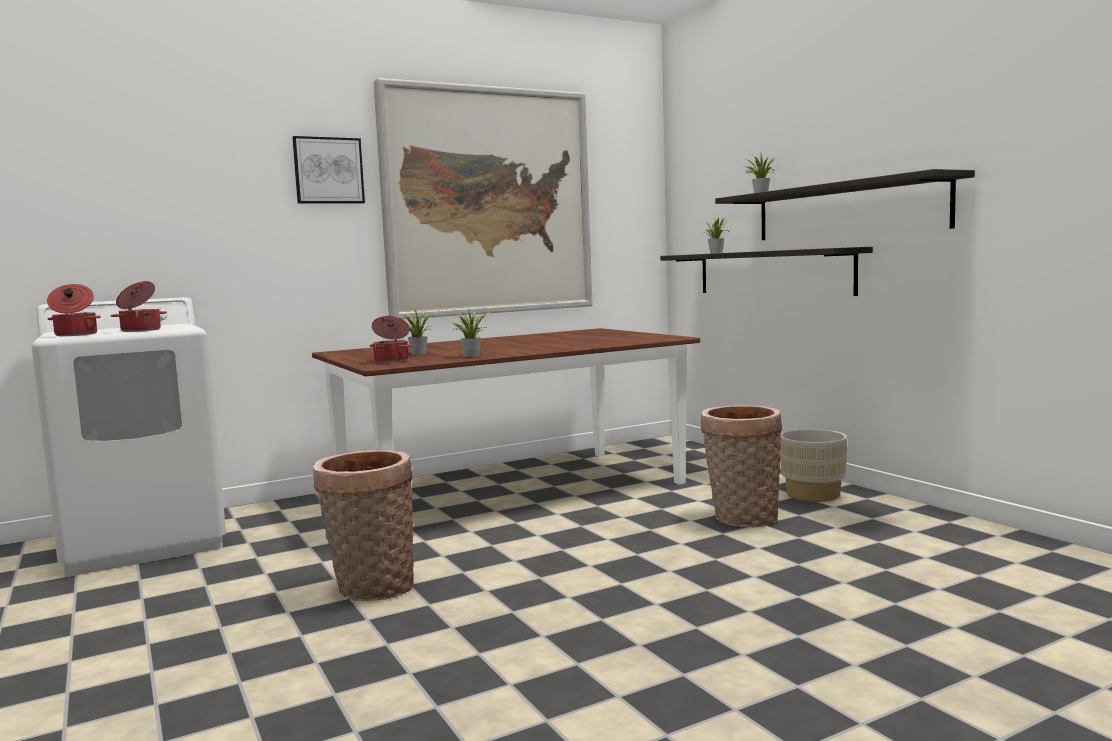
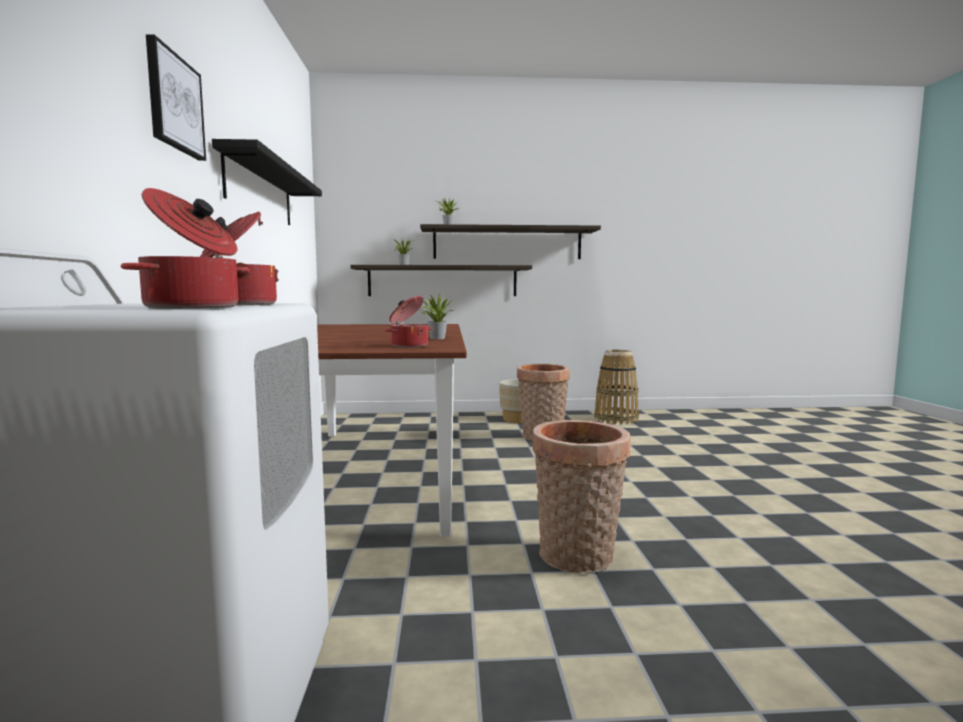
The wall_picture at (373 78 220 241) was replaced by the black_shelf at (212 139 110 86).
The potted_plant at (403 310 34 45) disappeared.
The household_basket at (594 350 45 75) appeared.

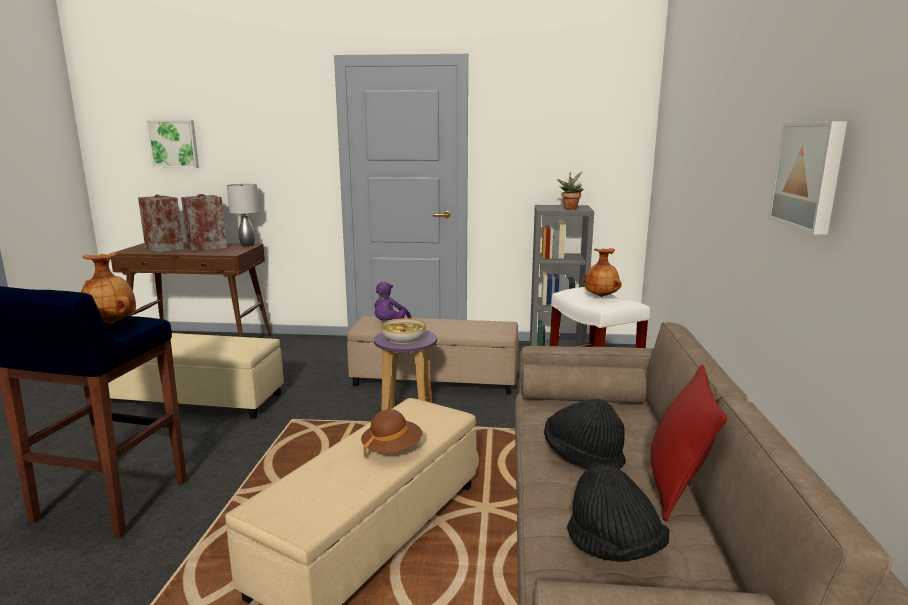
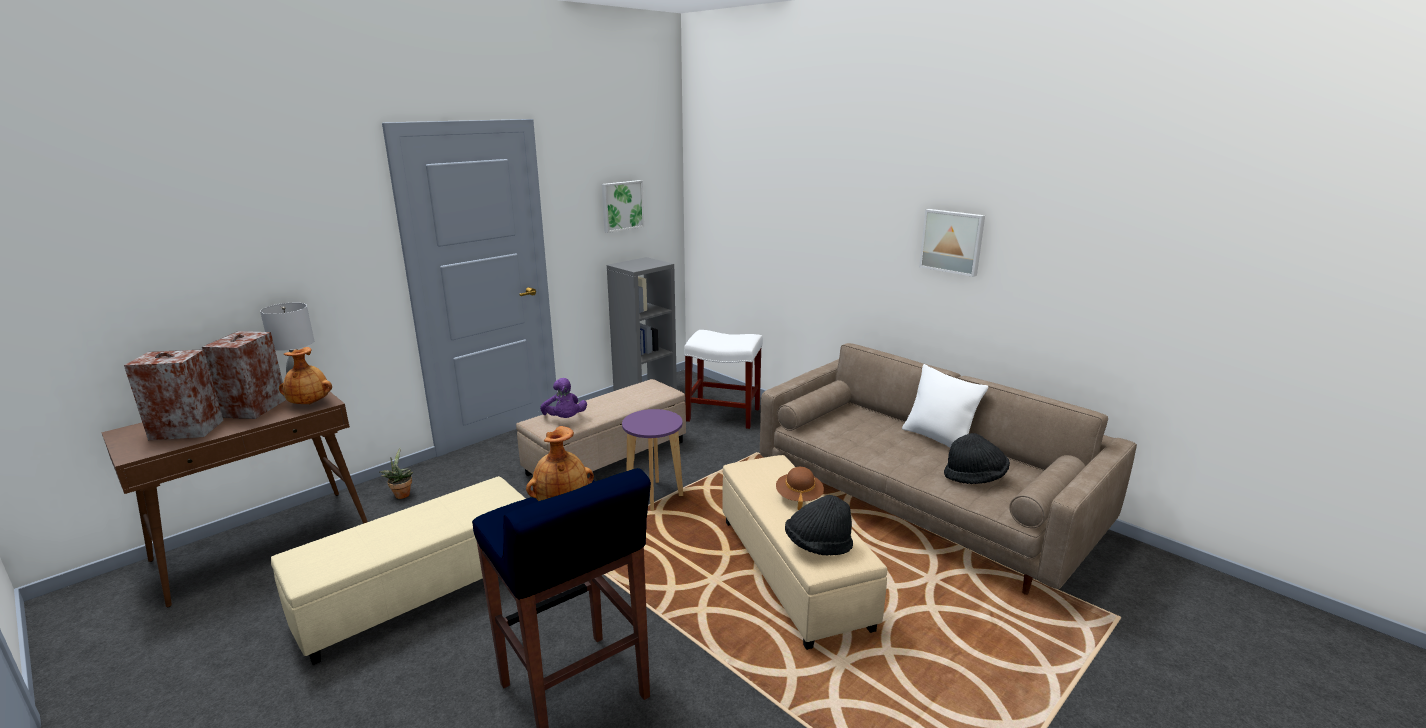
The wall_picture moved from (146 120 53 48) to (602 180 42 53).
The deep_dish at (381 318 45 26) disappeared.
The black_wearable_hat moved from (544 399 82 70) to (785 495 68 61).
The potted_plant moved from (557 171 27 38) to (379 448 34 51).
The brown_flower_vase moved from (583 248 39 49) to (279 347 53 57).
The red-coloured_throw_pillow at (650 364 77 158) became the white-coloured_throw_pillow at (902 364 86 84).

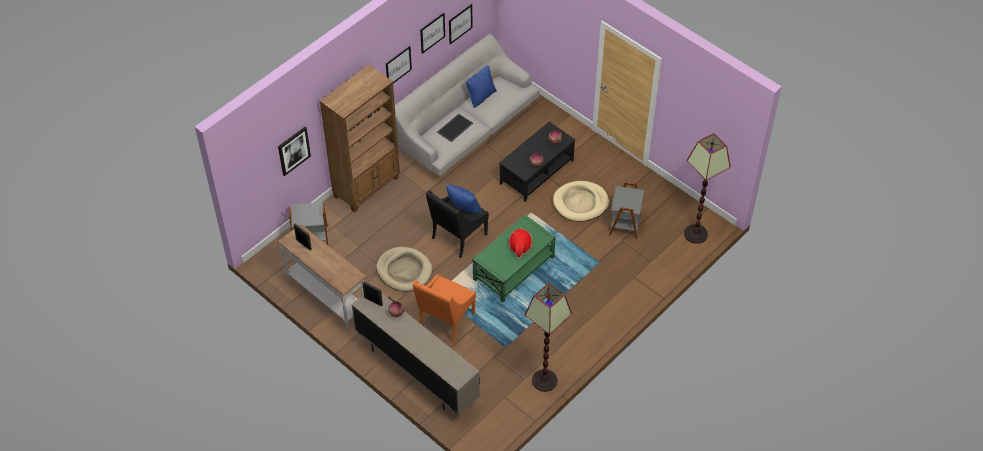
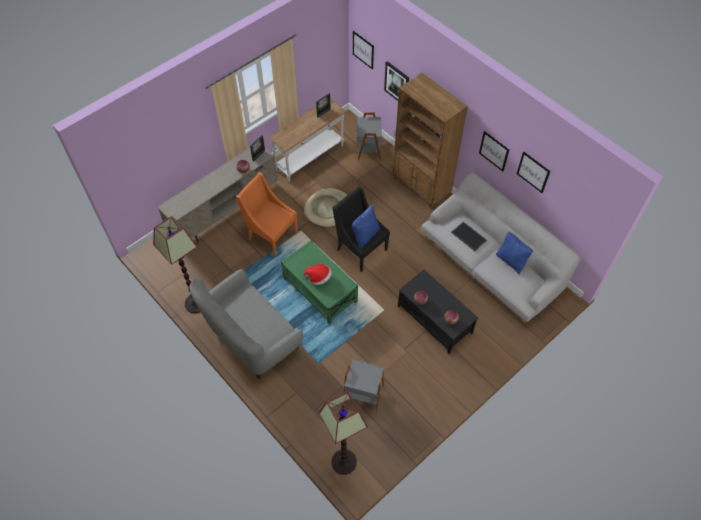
The wall_picture moved from (449 4 24 40) to (353 31 21 39).
The beige-coloured_dog_cushion at (553 181 56 41) disappeared.
The grey_sofa at (189 269 114 110) appeared.

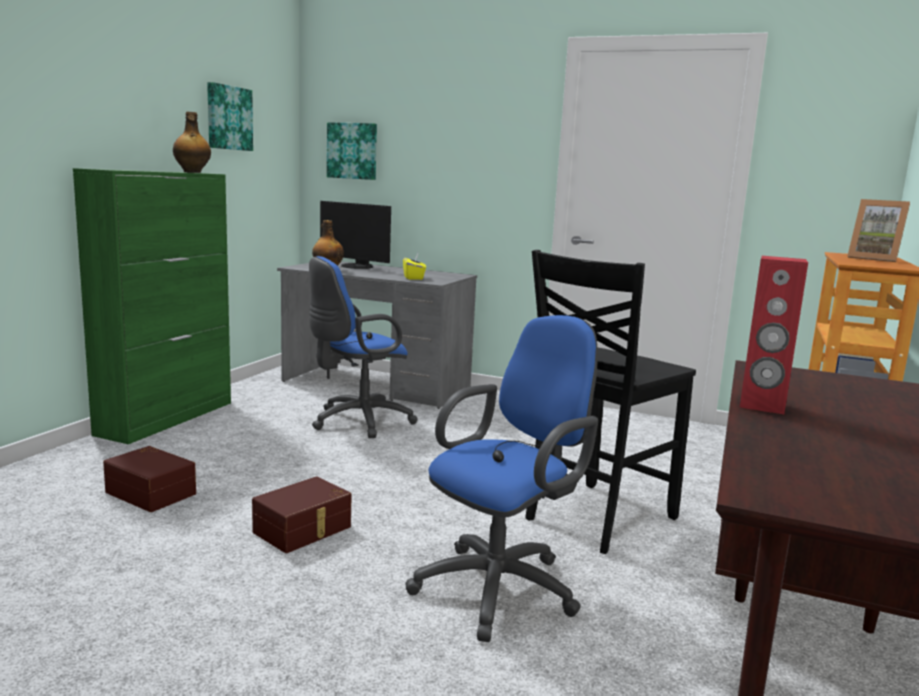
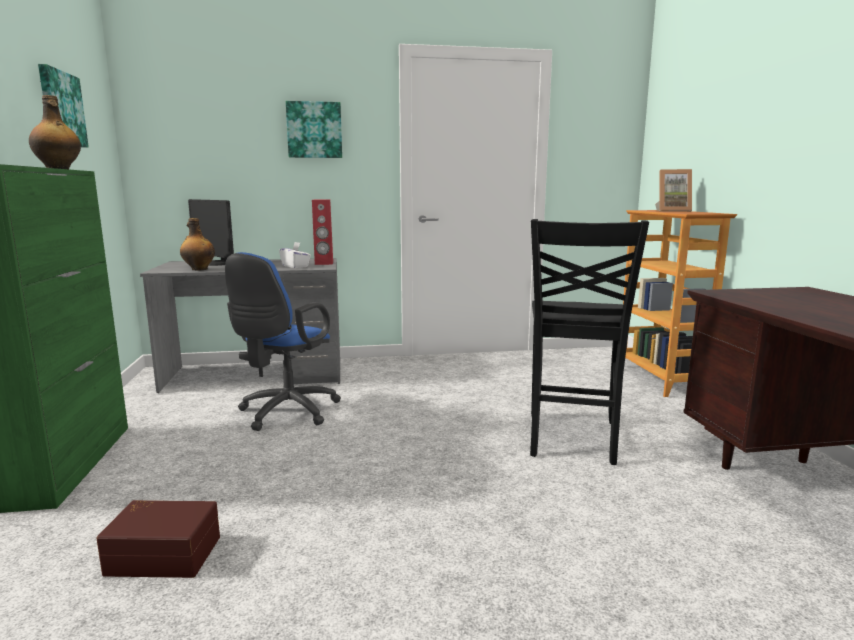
The brown_storage_bin at (252 476 99 77) disappeared.
The computer_screen at (320 201 71 68) turned 45 degrees clockwise.
The wall_picture moved from (327 122 50 58) to (286 101 56 57).
The yellowish_box_of_tissues at (403 253 23 27) became the white-coloured_box_of_tissues at (279 242 32 26).
The blue-coloured_desk_chair at (406 315 192 327) disappeared.
The red-coloured_audio_speaker moved from (740 256 68 158) to (312 200 21 65).

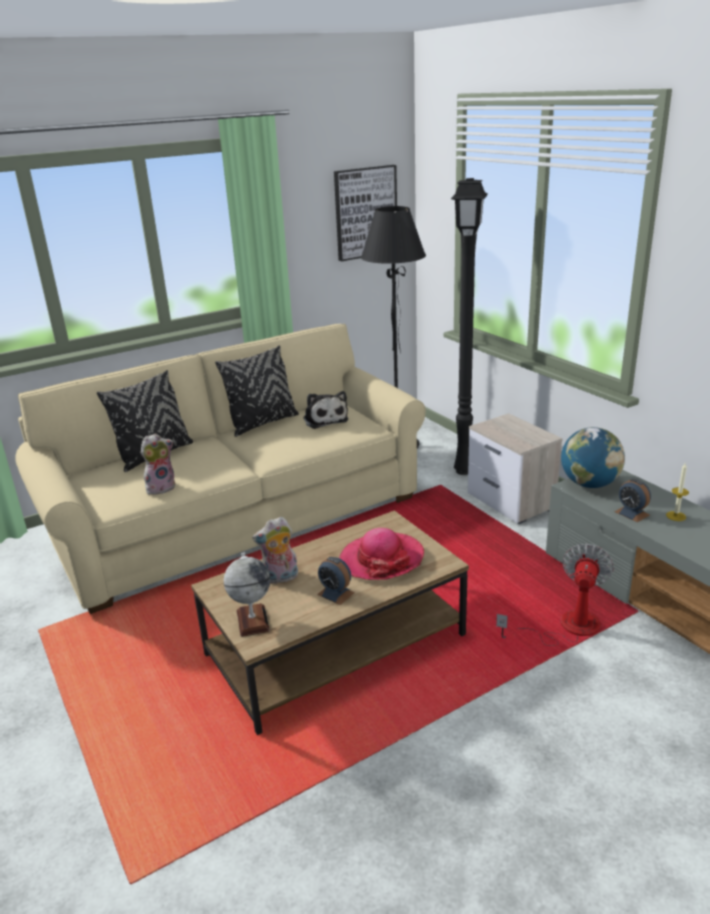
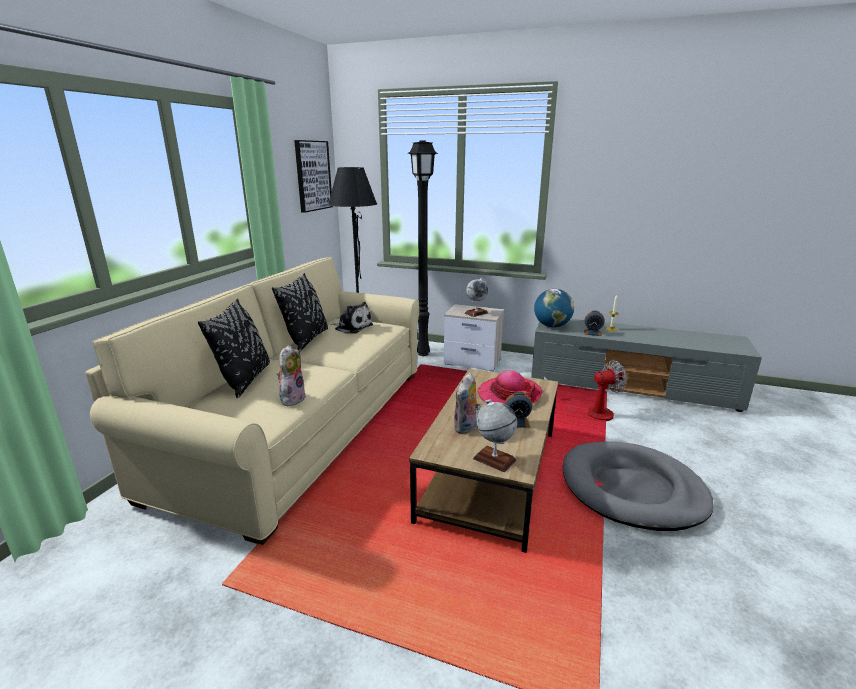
The cooling_fan at (496 544 118 102) turned 90 degrees clockwise.
The world_globe at (465 278 23 39) appeared.
The grey_dog_cushion at (563 441 151 90) appeared.

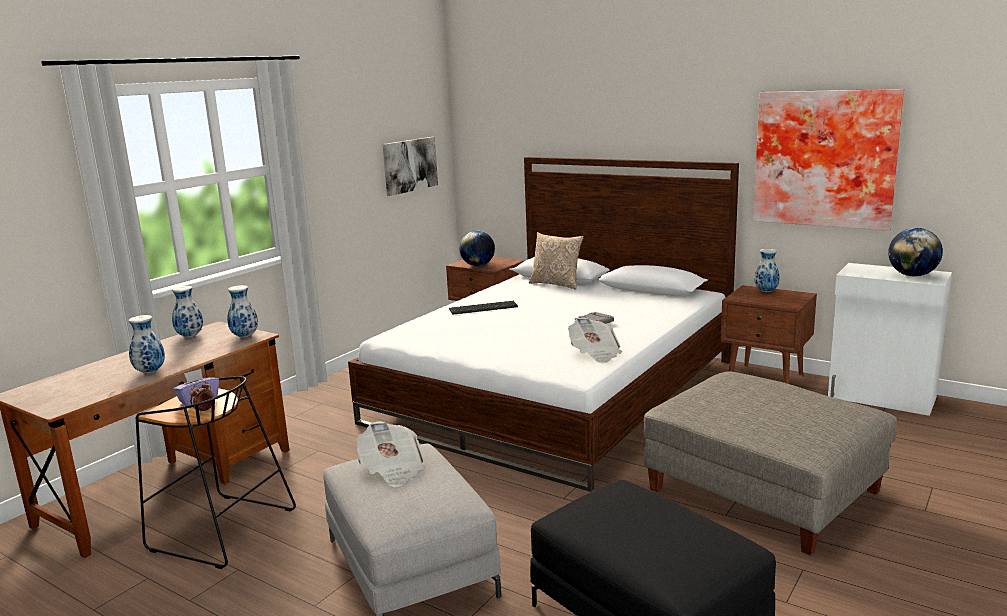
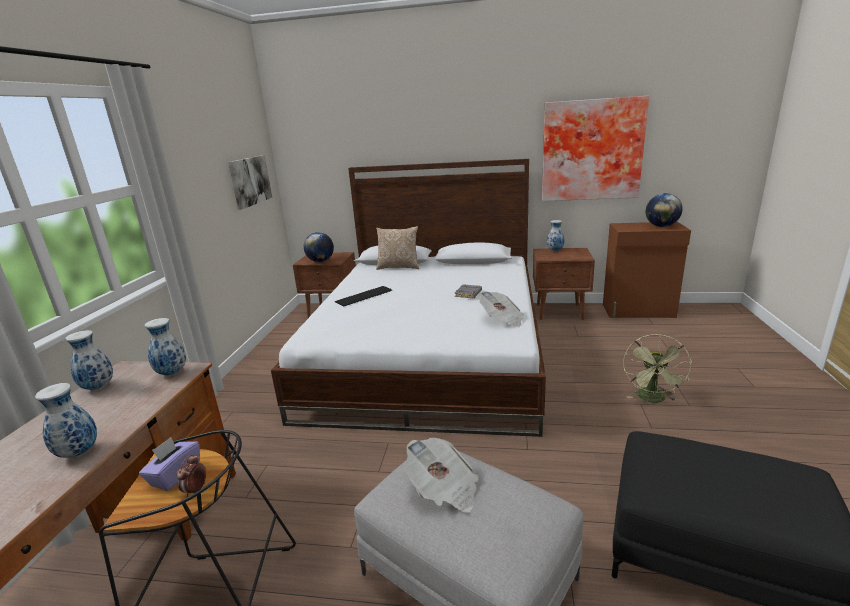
The grey_footrest at (644 371 253 185) was replaced by the green-coloured_cooling_fan at (623 334 69 69).
The white-coloured_cupboard at (828 263 124 153) became the brown_cupboard at (603 222 88 96).

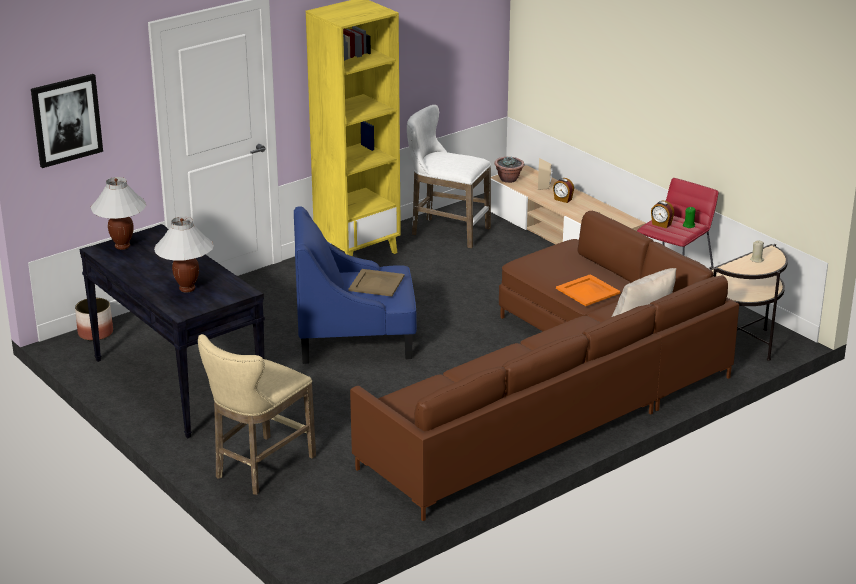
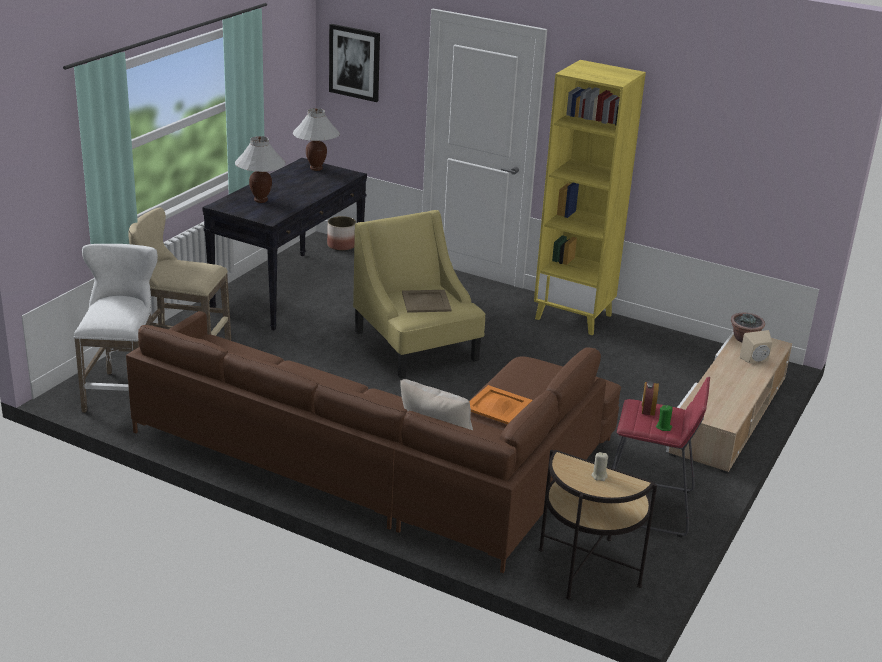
The blue-coloured_easy_chair at (294 206 123 158) became the yellowish_easy_chair at (353 210 132 168).
The white-coloured_sitting_stool moved from (407 105 84 143) to (74 244 84 168).
The table_clock at (553 178 21 25) disappeared.

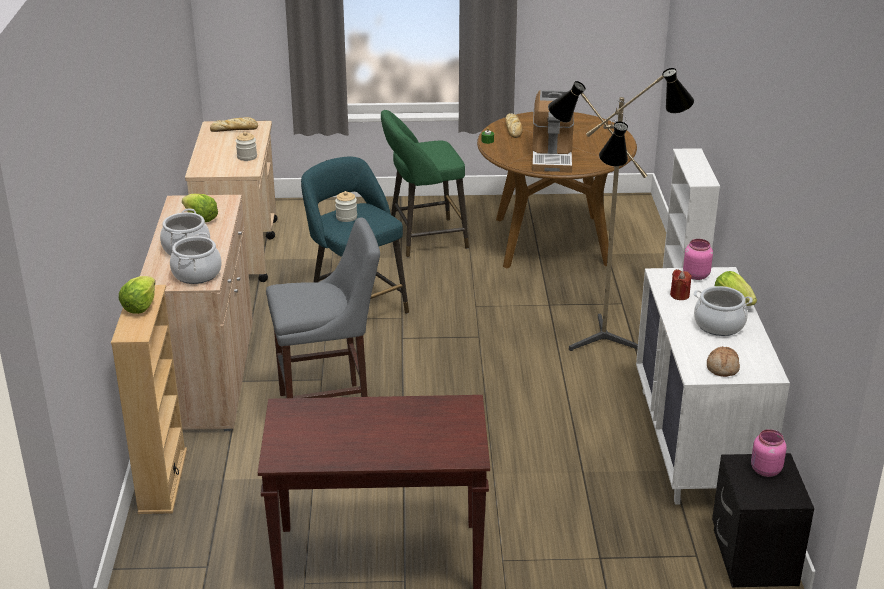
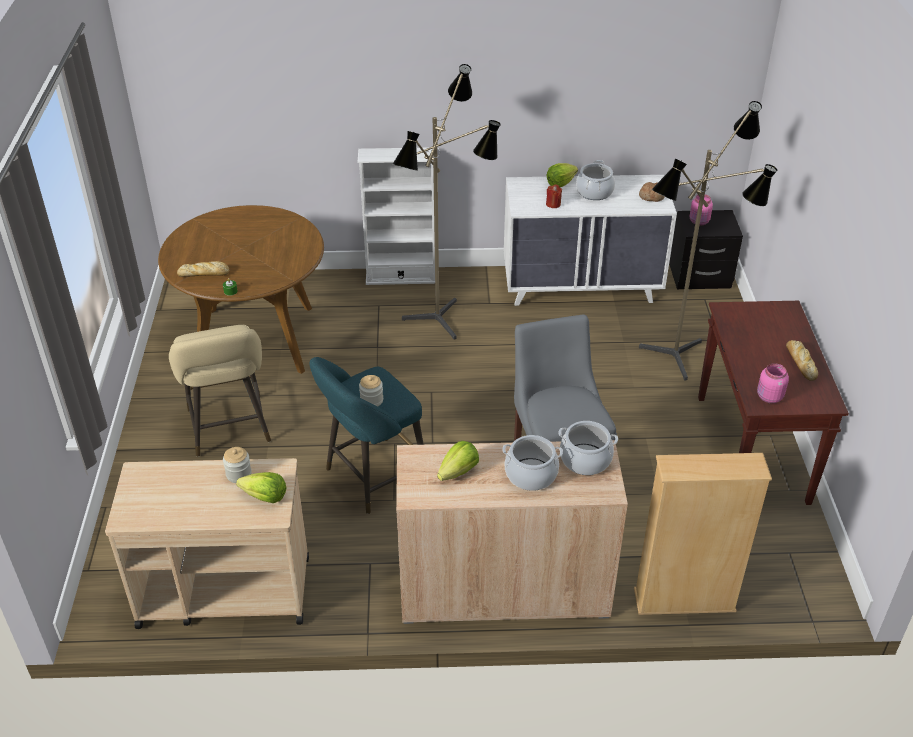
The lettuce_head moved from (119 276 37 38) to (236 472 51 31).
The baked_bread moved from (210 117 48 15) to (786 340 32 41).
The green-coloured_sitting_stool at (381 110 88 147) became the beige-coloured_sitting_stool at (169 325 102 132).
The coffee_maker at (532 90 42 83) disappeared.
The pink_jar moved from (683 239 30 41) to (757 363 32 40).
The standard_lamp at (639 101 138 280) appeared.

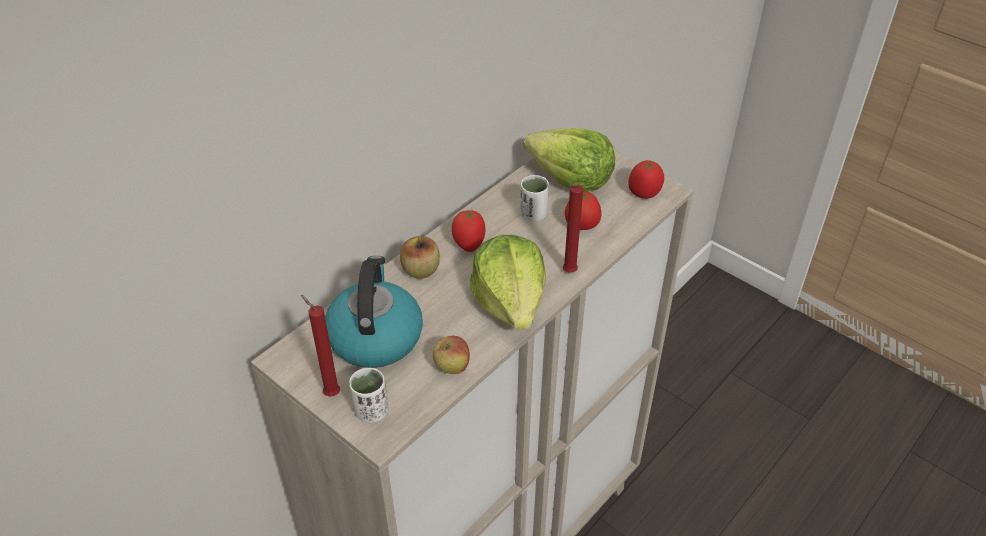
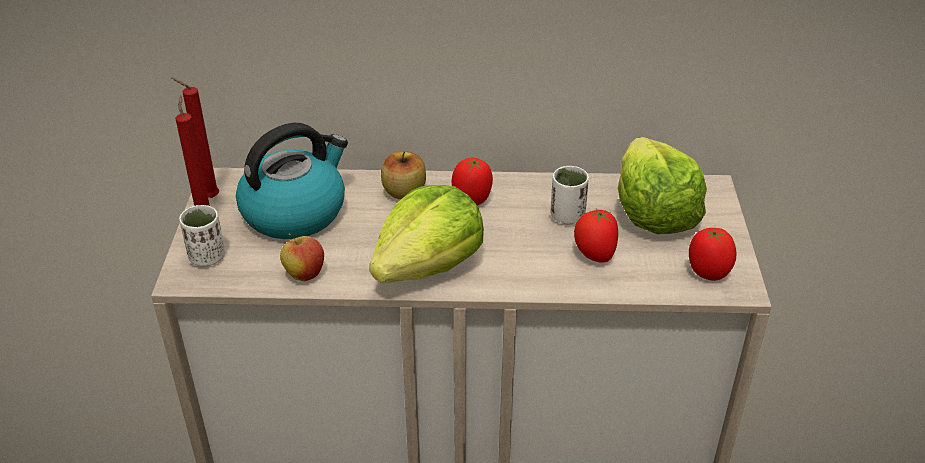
The red-coloured_wax_light moved from (563 184 20 89) to (172 78 47 120).

